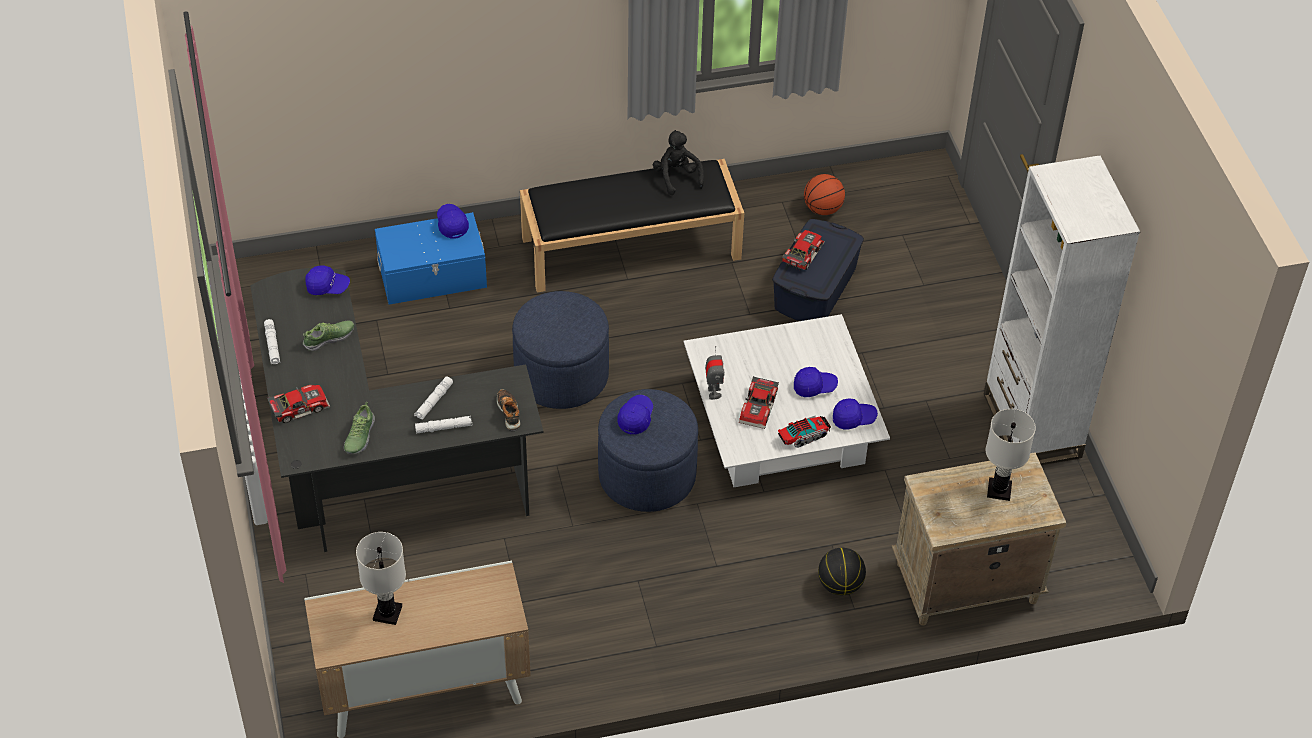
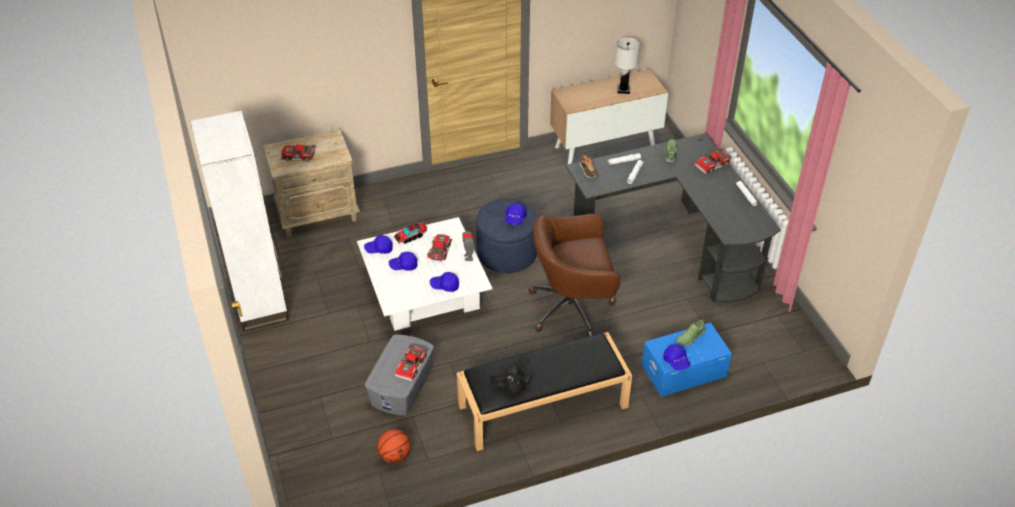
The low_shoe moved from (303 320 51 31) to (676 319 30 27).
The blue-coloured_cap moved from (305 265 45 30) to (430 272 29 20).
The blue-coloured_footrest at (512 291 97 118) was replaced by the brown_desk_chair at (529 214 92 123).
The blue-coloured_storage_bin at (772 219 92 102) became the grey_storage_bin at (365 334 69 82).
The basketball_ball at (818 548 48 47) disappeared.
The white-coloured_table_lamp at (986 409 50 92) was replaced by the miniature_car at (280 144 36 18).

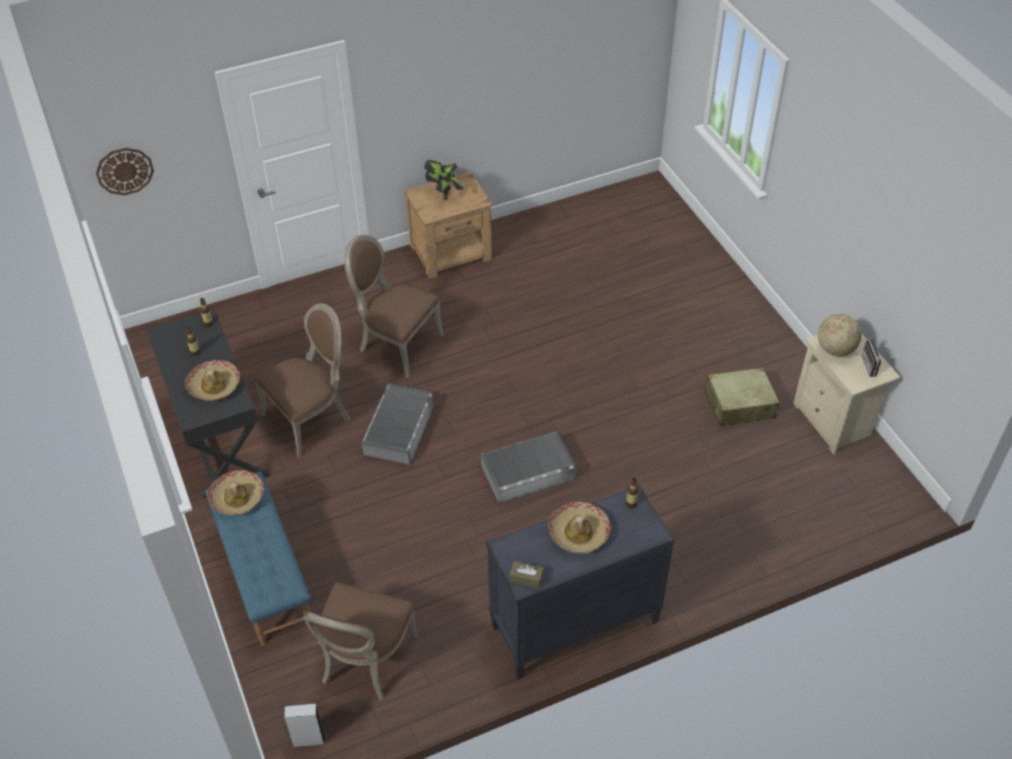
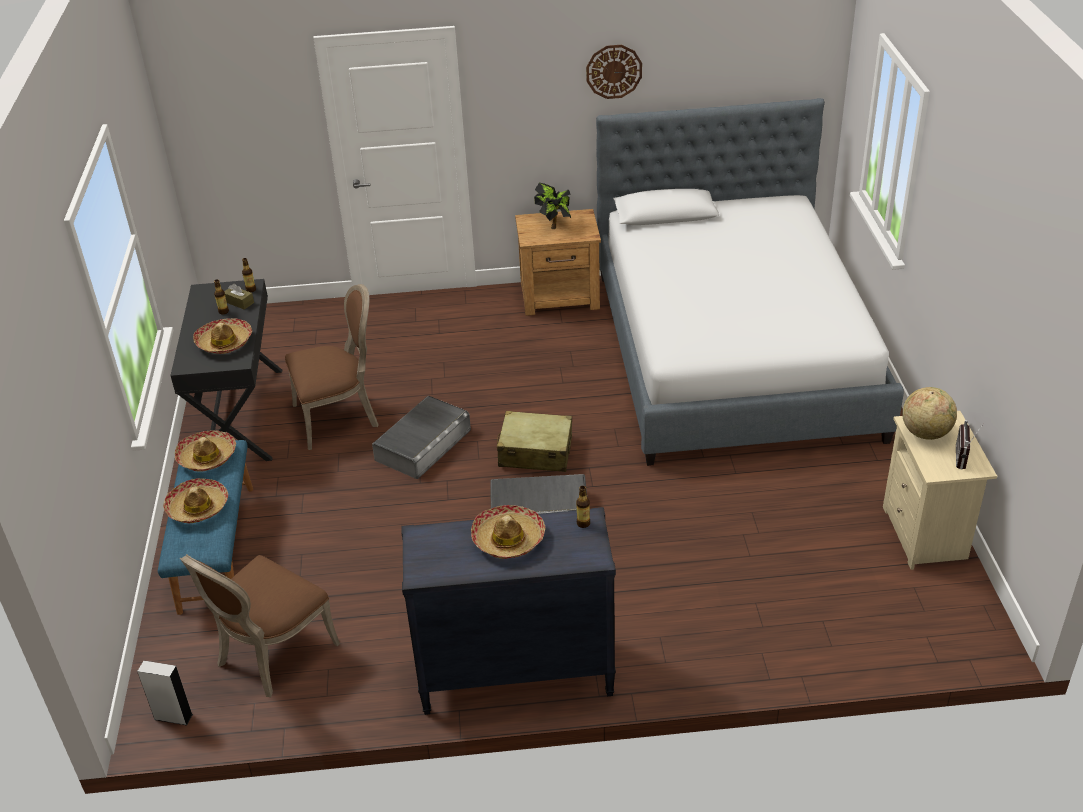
The hanging_clock moved from (96 148 58 47) to (586 45 56 54).
The brown_chair at (344 234 100 144) disappeared.
The brown_box_of_tissues moved from (510 561 34 27) to (224 284 30 26).
The beige-coloured_piece_of_luggage moved from (704 367 76 59) to (497 411 75 61).
The wearable_hat at (163 478 65 45) appeared.
The bed at (596 98 308 368) appeared.

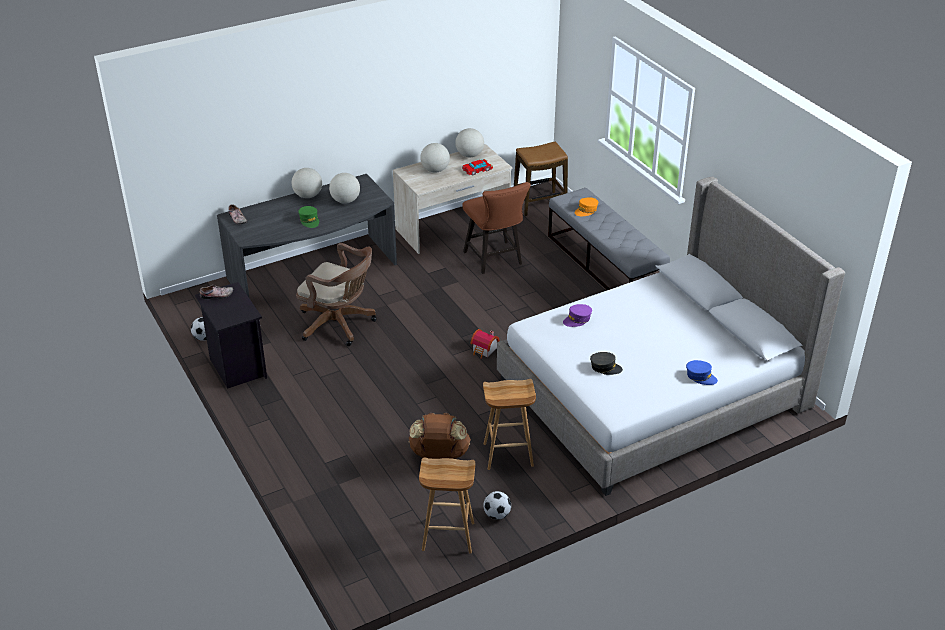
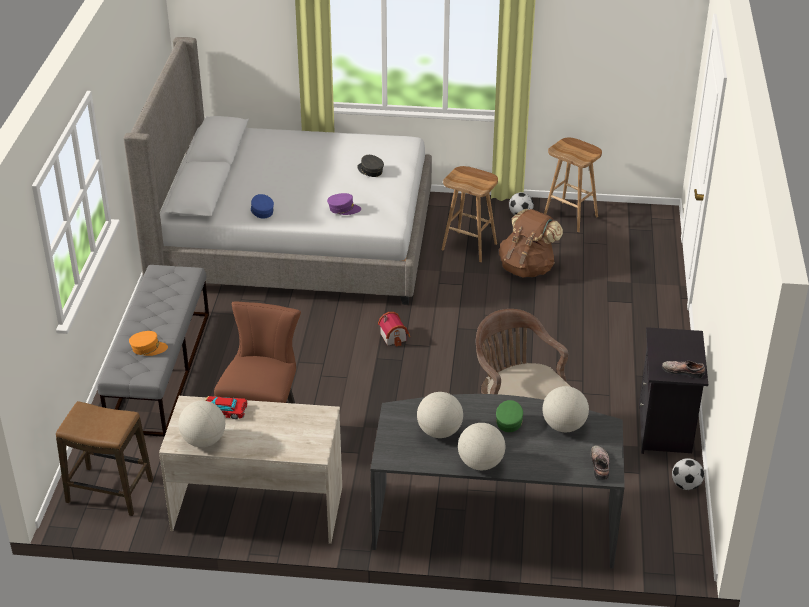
The world_globe moved from (420 143 30 30) to (543 386 46 46).
The blue-coloured_cap moved from (686 360 32 25) to (251 194 23 24).

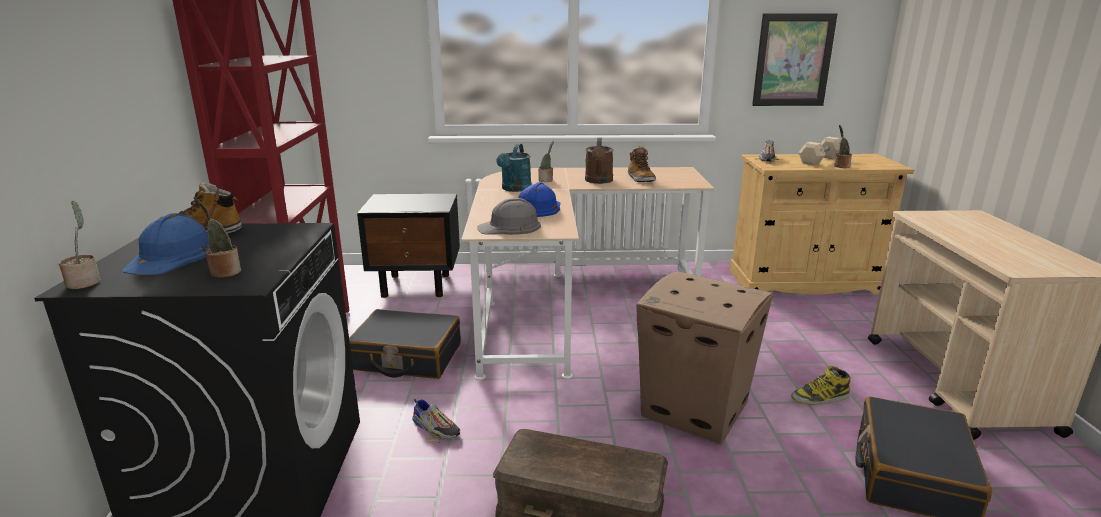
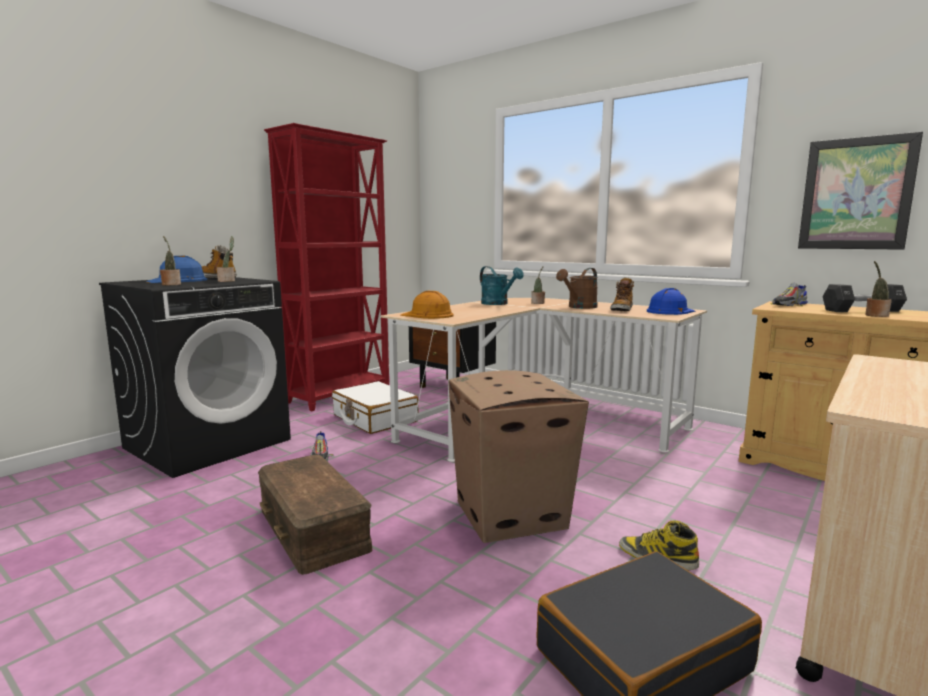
The potted_plant moved from (59 200 42 89) to (217 236 18 46).
The black_piece_of_luggage at (349 309 112 70) became the white-coloured_piece_of_luggage at (332 381 87 53).
The grey_work_helmet at (477 198 64 37) became the orange_work_helmet at (401 291 53 28).
The blue-green_watering_pot at (496 144 36 48) turned 90 degrees counterclockwise.
The blue-coloured_work_helmet moved from (518 182 42 35) to (647 288 48 27).
The beige-coloured_free_weight at (798 137 43 28) became the black_free_weight at (822 284 85 28).

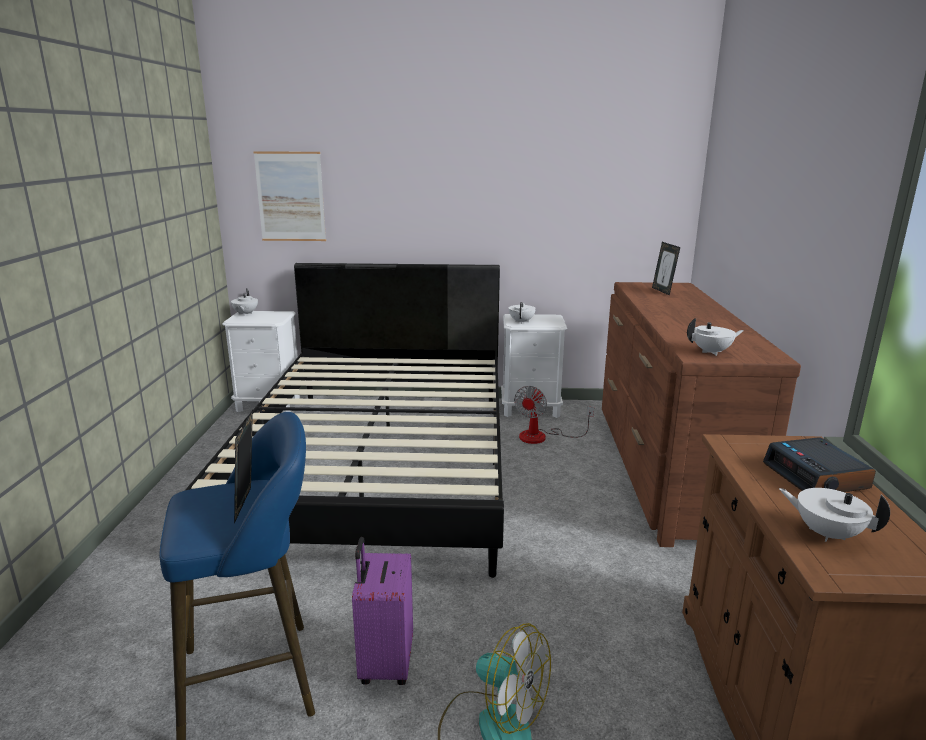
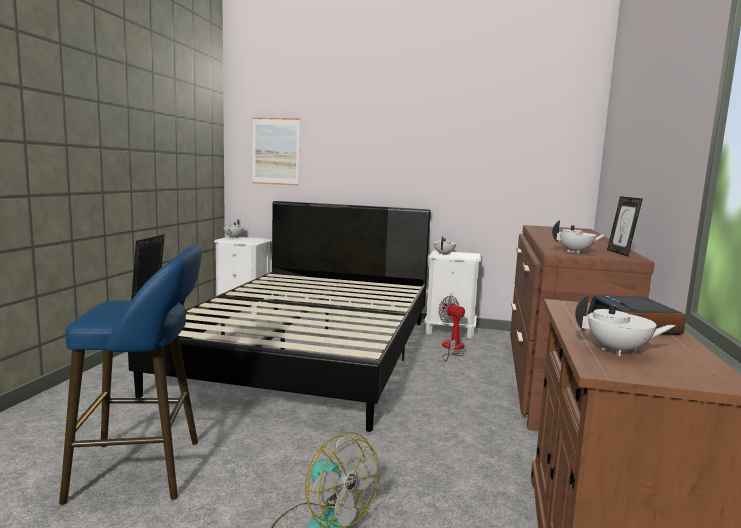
The purple-coloured_piece_of_luggage at (352 537 61 148) disappeared.
The cooling_fan at (514 386 80 58) turned 105 degrees clockwise.
The picture_frame moved from (652 242 28 53) to (607 196 36 60).
The white-coloured_teapot at (779 488 111 54) turned 150 degrees clockwise.

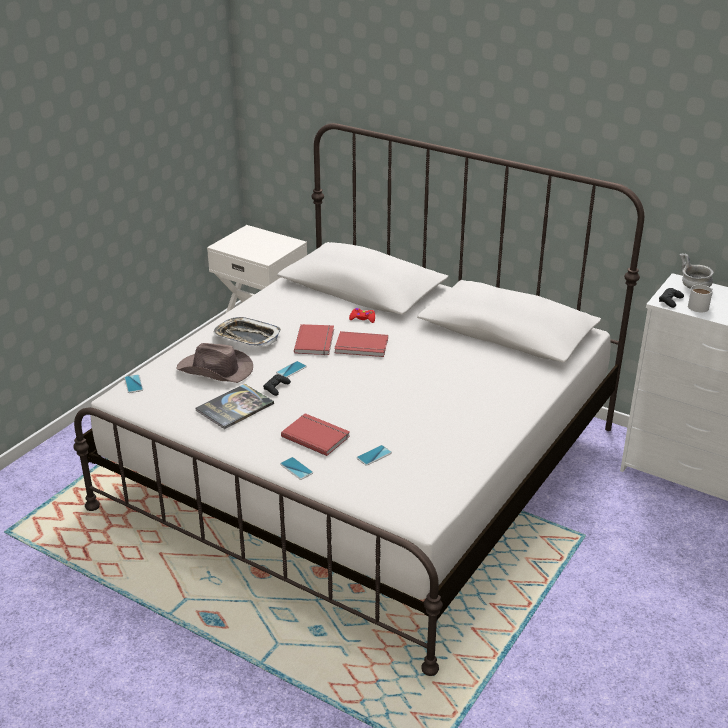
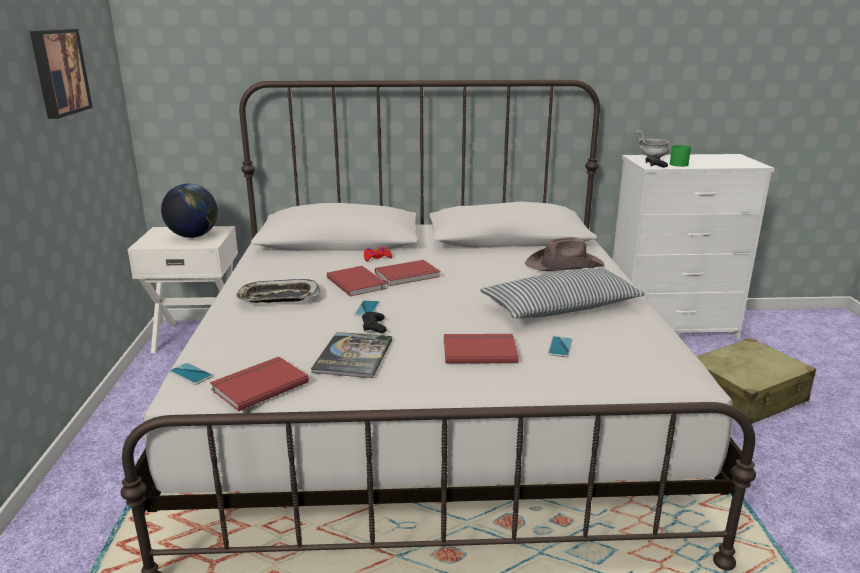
The brown_wearable_hat moved from (176 343 77 40) to (525 237 79 34).
The handset at (280 457 33 23) disappeared.
The white-coloured_coffee_mug at (688 285 25 27) became the green-coloured_coffee_mug at (670 145 21 22).
The wall_picture at (30 29 63 90) appeared.
The world_globe at (161 184 57 54) appeared.
The red-coloured_book at (210 357 99 55) appeared.
The throw_pillow at (480 268 166 50) appeared.
The beige-coloured_piece_of_luggage at (697 338 119 86) appeared.

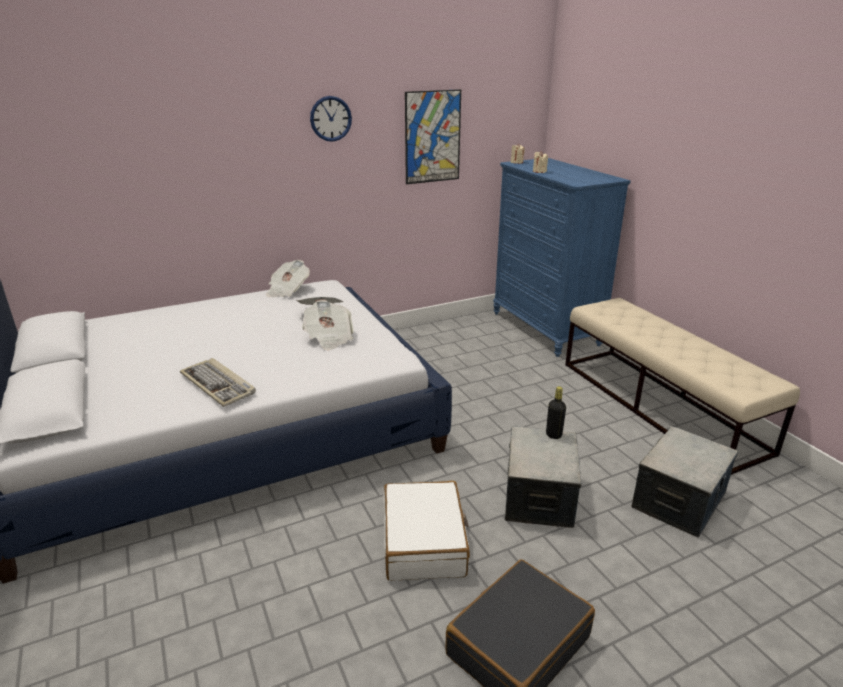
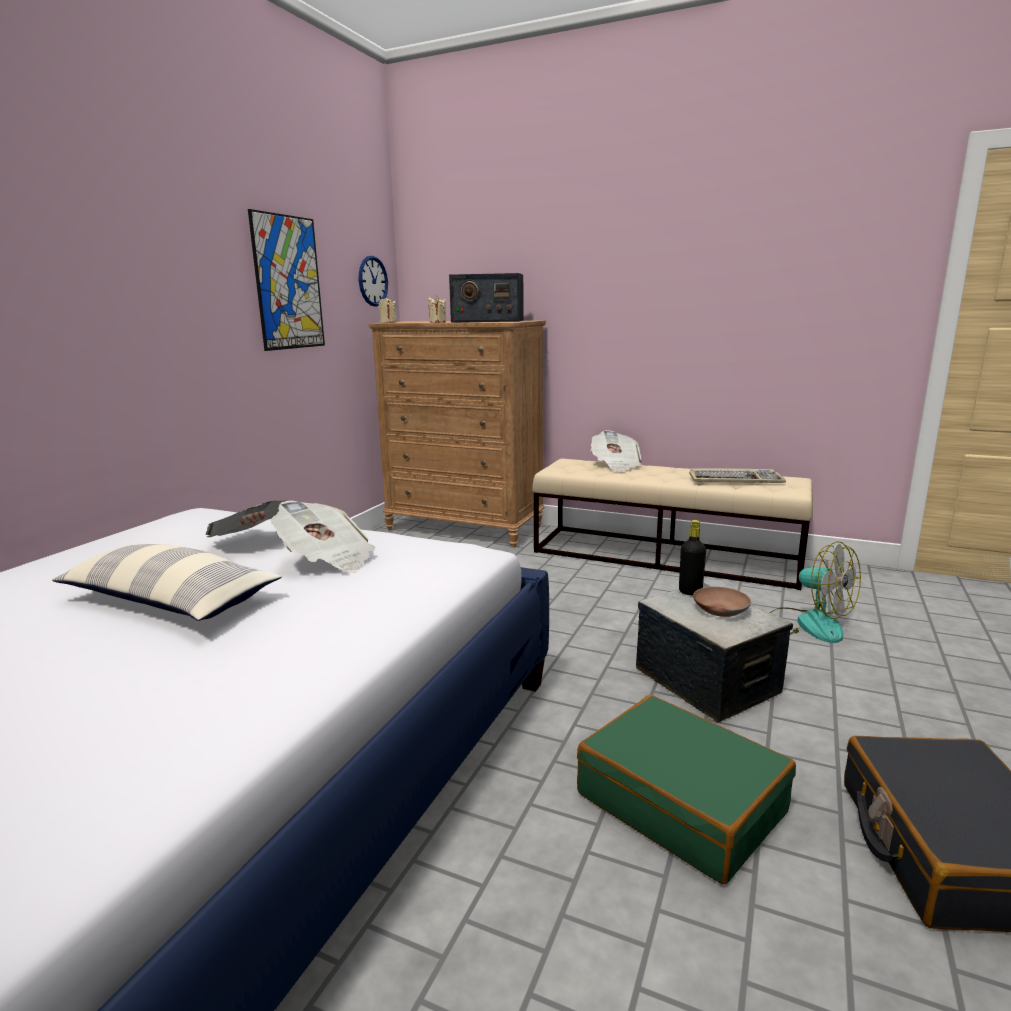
The PC_keyboard moved from (180 358 76 49) to (689 468 97 15).
The printed_paper moved from (266 260 44 37) to (591 430 50 42).
The hanging_clock moved from (310 96 42 46) to (359 256 29 51).
The white-coloured_piece_of_luggage at (383 481 87 100) became the green-coloured_piece_of_luggage at (577 695 219 189).
The blue-coloured_dresser at (493 158 138 199) became the brown_dresser at (368 320 178 228).
The storage_bin at (632 426 106 112) was replaced by the cooling_fan at (770 541 91 102).
The throw_pillow at (52 544 230 77) appeared.
The radio at (449 273 75 50) appeared.
The brown_deep_dish at (693 587 58 30) appeared.

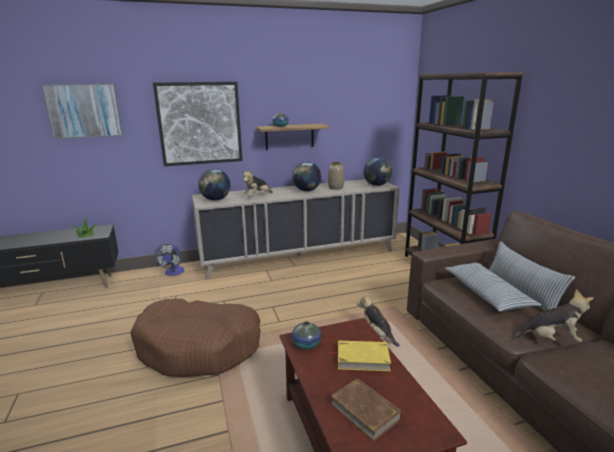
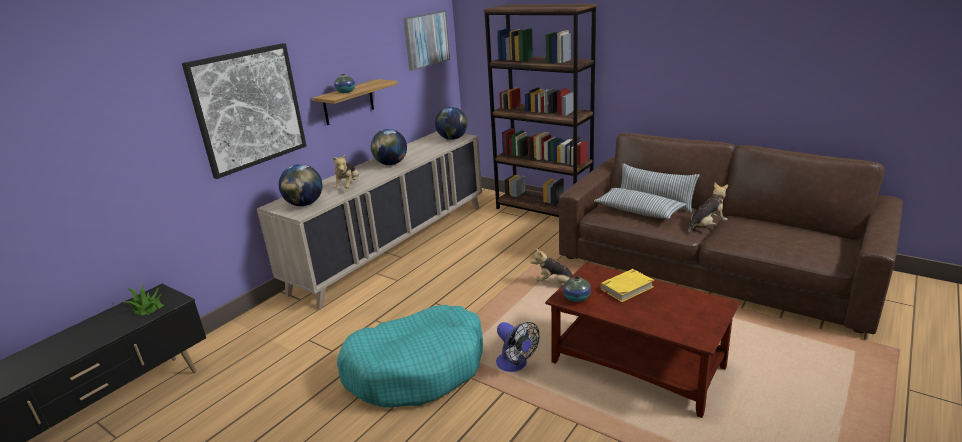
The wall_picture moved from (41 84 82 55) to (403 11 47 60).
The brown_dog_cushion at (130 299 131 78) became the blue-green_dog_cushion at (337 305 146 103).
The cooling_fan moved from (155 244 29 32) to (496 322 44 50).
The flower_vase at (328 162 16 28) disappeared.
The brown_book at (330 378 72 63) disappeared.

